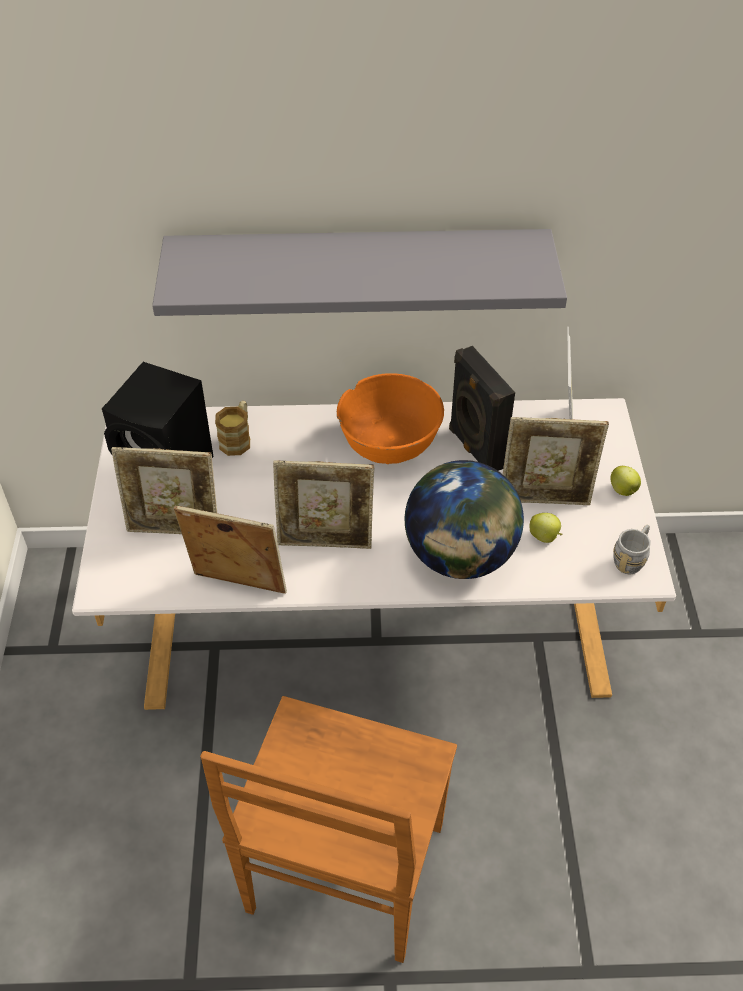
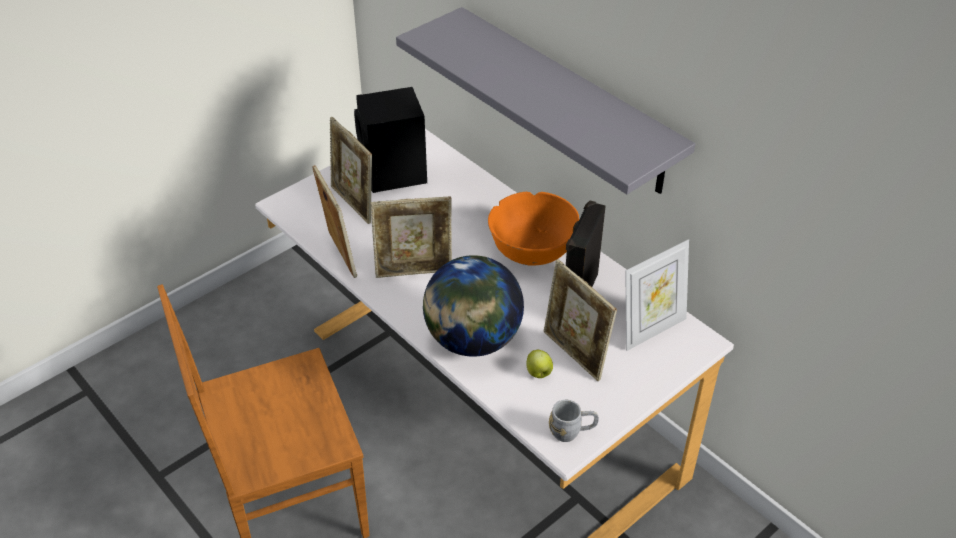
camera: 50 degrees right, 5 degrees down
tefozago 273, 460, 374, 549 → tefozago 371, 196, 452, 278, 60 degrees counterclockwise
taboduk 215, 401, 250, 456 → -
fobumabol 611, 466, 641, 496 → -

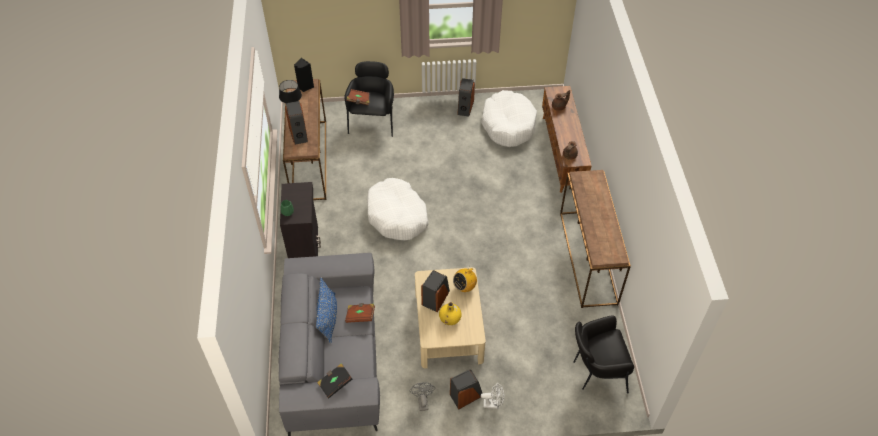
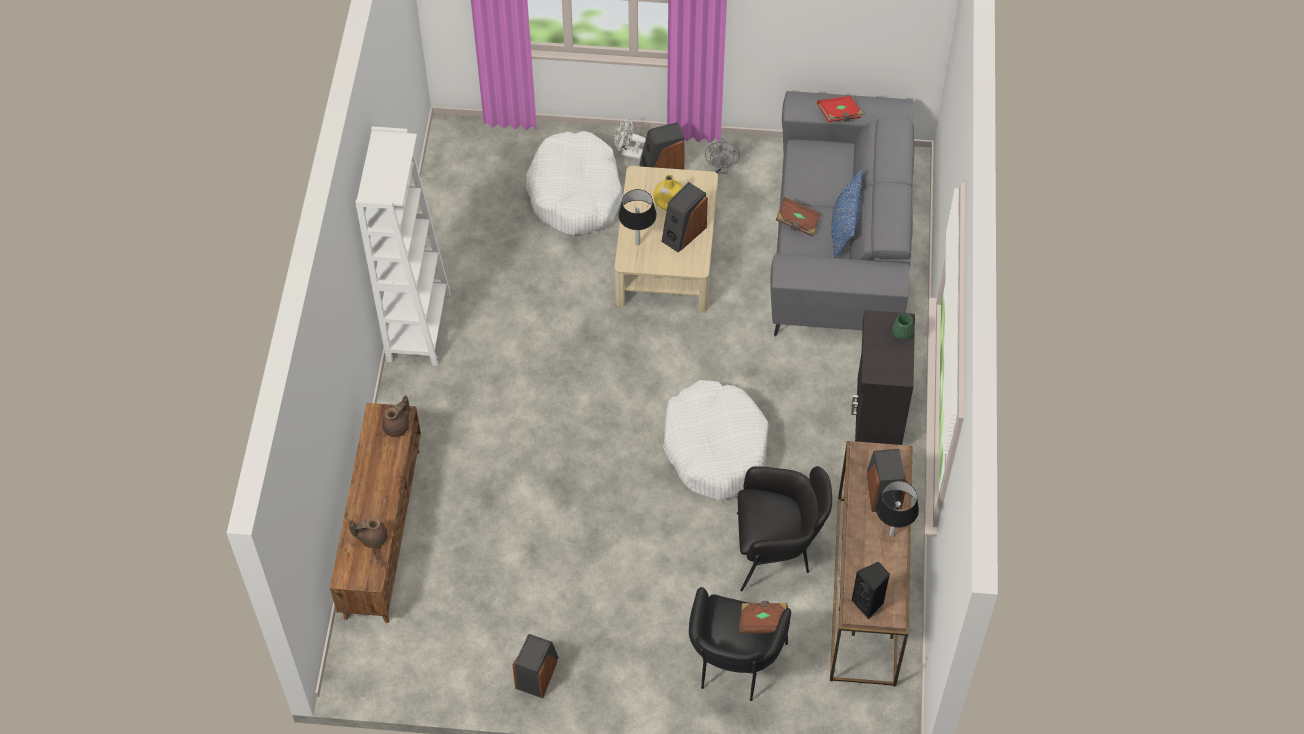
camera: 170 degrees left, 5 degrees up
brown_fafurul 560, 170, 631, 308 → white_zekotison 355, 126, 451, 366
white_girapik 481, 90, 537, 147 → white_girapik 525, 131, 623, 235, shifted
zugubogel 453, 264, 477, 292 → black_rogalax 618, 189, 657, 245
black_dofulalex 573, 315, 634, 393 → black_dofulalex 737, 466, 832, 591, shifted
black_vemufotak 317, 363, 353, 398 → red_vemufotak 817, 96, 863, 122

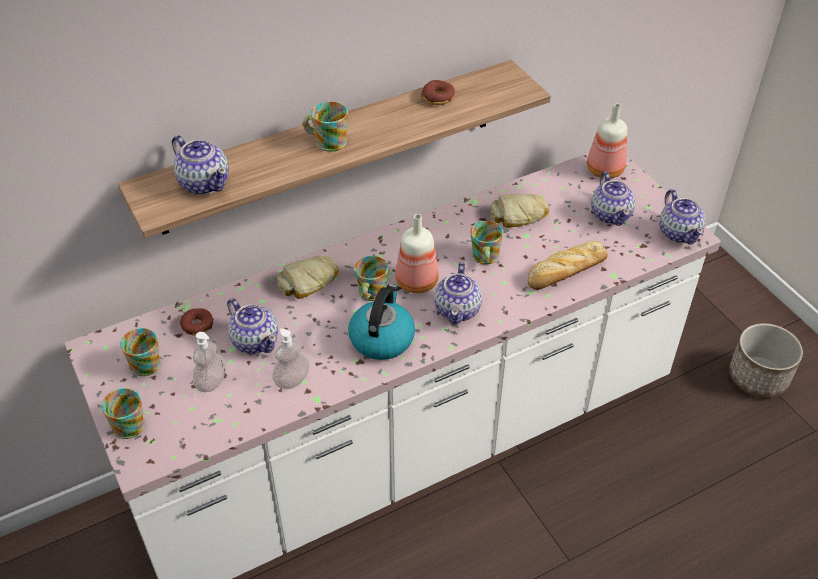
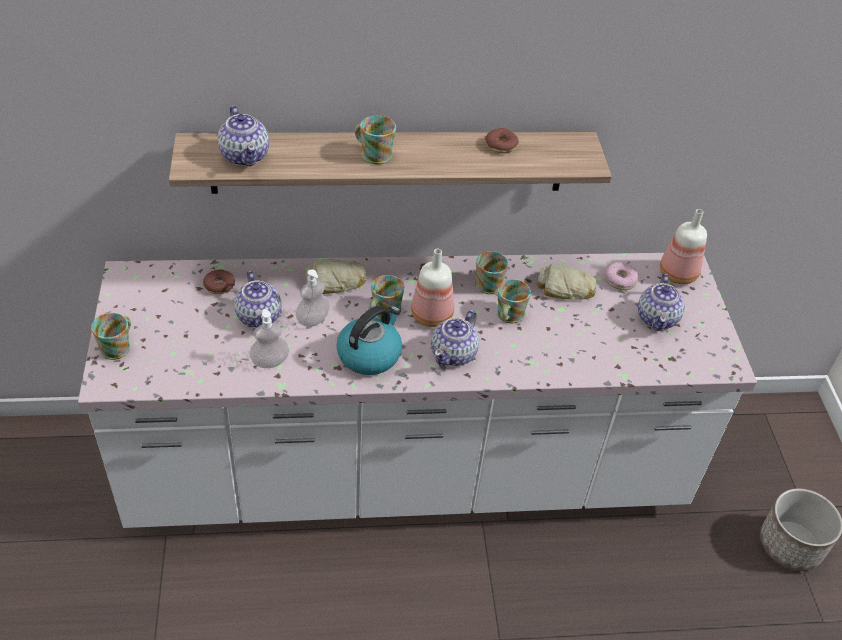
camera: 20 degrees right, 0 degrees up
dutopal 193, 332, 226, 392 → dutopal 296, 269, 330, 327, shifted
taboduk 120, 328, 161, 376 → taboduk 475, 251, 508, 294, shifted
- → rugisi 605, 262, 638, 290
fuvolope 528, 241, 608, 290 → -
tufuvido 659, 189, 705, 245 → -

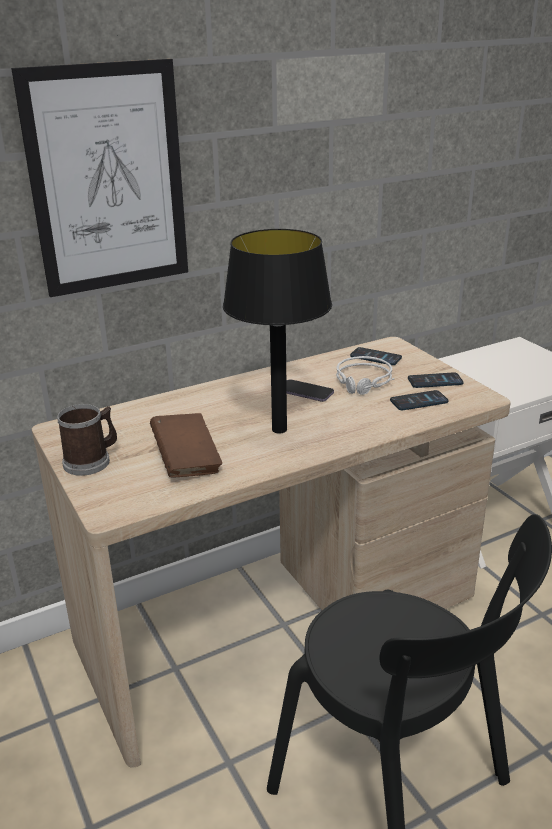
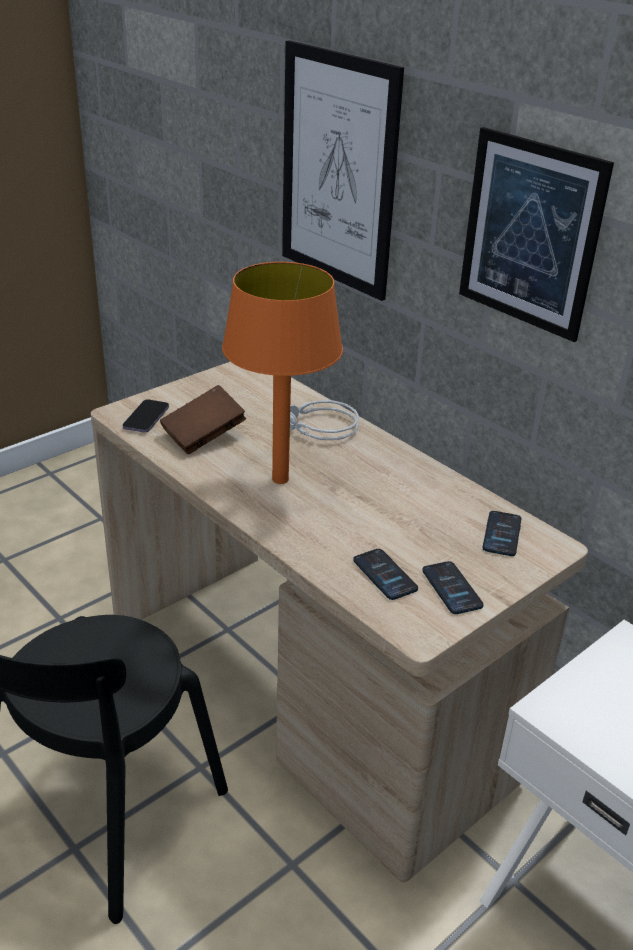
camera: 75 degrees right, 5 degrees up
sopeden 286, 379, 334, 402 → sopeden 123, 399, 169, 433, shifted
black_rogalax 223, 229, 332, 433 → orange_rogalax 222, 262, 343, 484
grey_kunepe 336, 356, 394, 395 → grey_kunepe 290, 400, 359, 440, shifted
- → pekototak 459, 127, 614, 342
taboduk 57, 404, 117, 476 → -

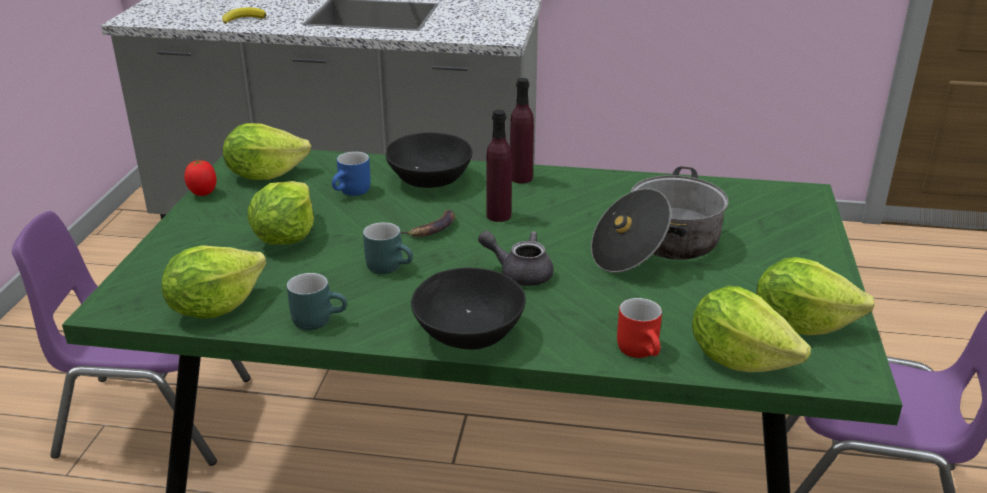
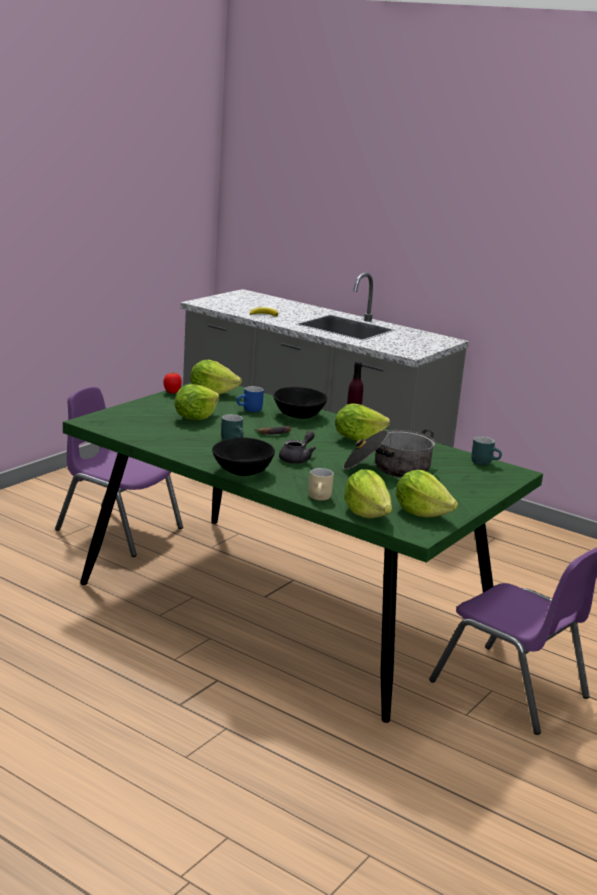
camera: 25 degrees right, 10 degrees down
grey_tufuvido 478, 230, 553, 286 → grey_tufuvido 279, 431, 316, 464, 75 degrees clockwise
red_taboduk 617, 298, 662, 358 → beige_taboduk 309, 468, 334, 501
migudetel 162, 245, 266, 319 → migudetel 335, 403, 390, 441, shifted
turquoise_taboduk 287, 273, 347, 330 → turquoise_taboduk 471, 436, 502, 465, shifted
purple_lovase 486, 110, 512, 222 → -

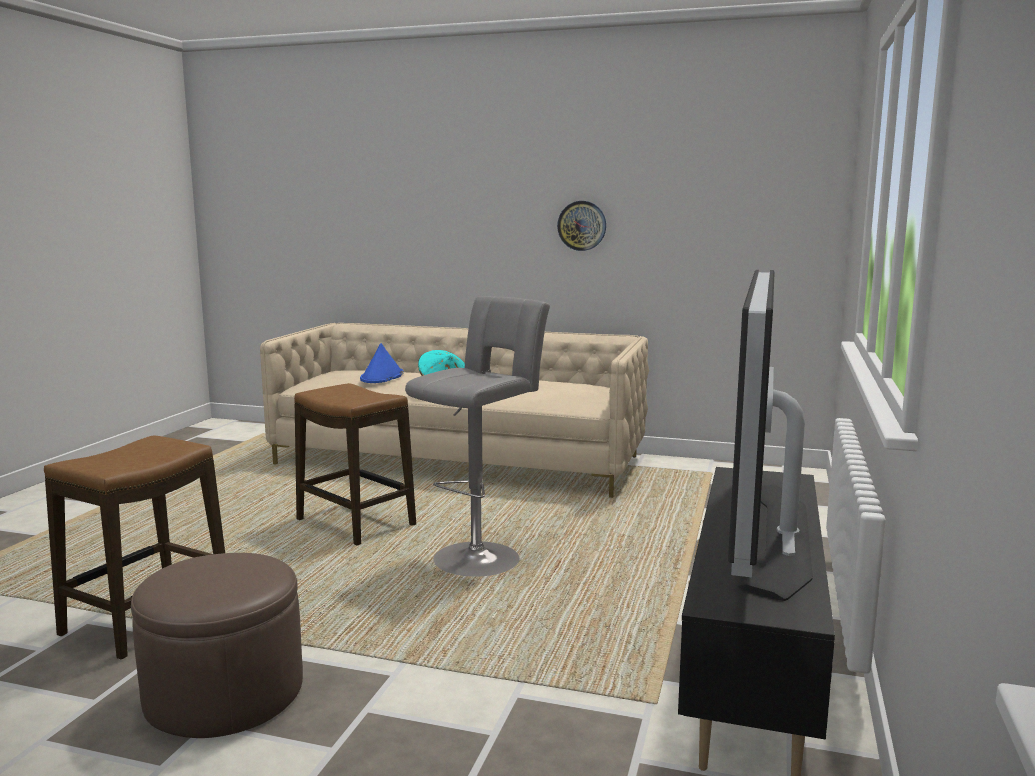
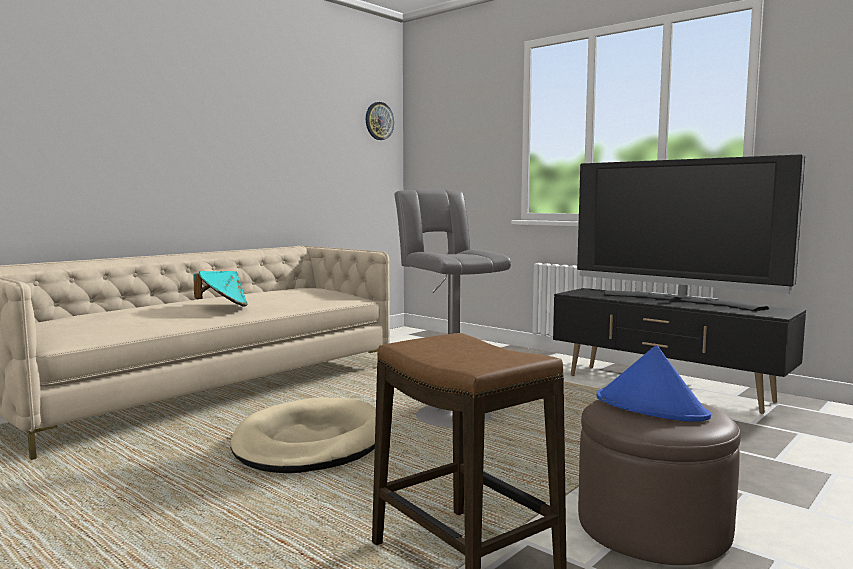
camera: 65 degrees left, 5 degrees down
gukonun 294, 383, 416, 545 → beige_girapik 230, 397, 376, 473
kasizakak 557, 201, 606, 251 → kasizakak 366, 102, 394, 140, shifted
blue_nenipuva 360, 343, 404, 383 → blue_nenipuva 597, 345, 711, 422, shifted

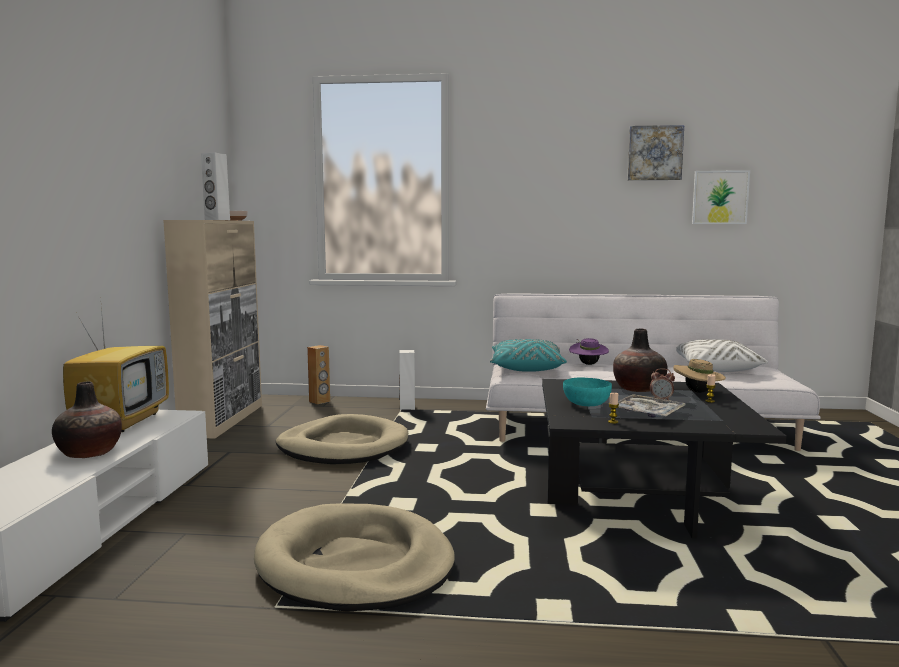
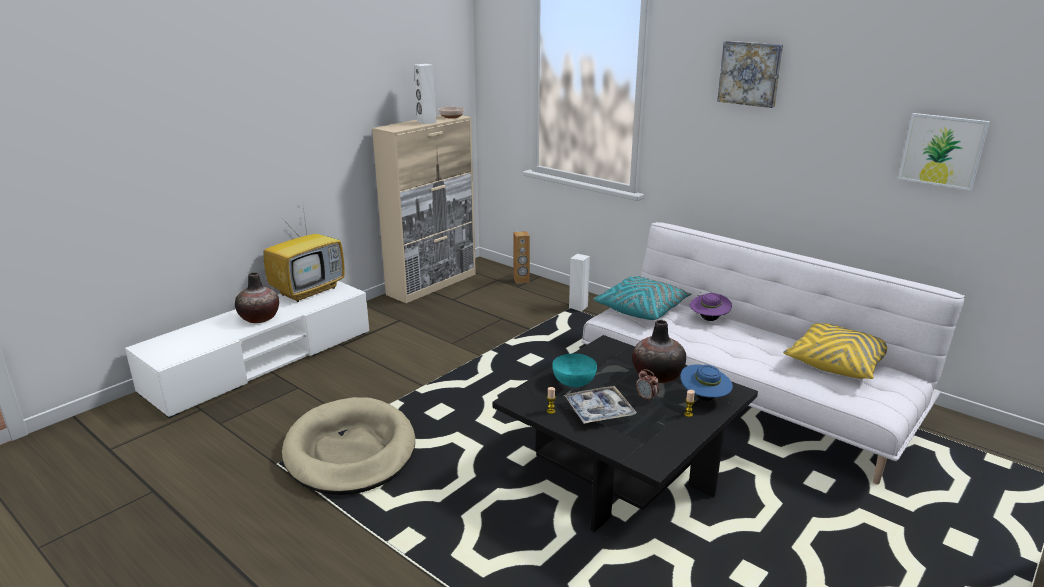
camera: 35 degrees right, 15 degrees up
beige_nenipuva 673, 359, 726, 393 → blue_nenipuva 680, 365, 733, 401
pekototak 627, 125, 684, 180 → pekototak 717, 41, 783, 108, shifted
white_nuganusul 676, 339, 768, 372 → yellow_nuganusul 783, 323, 887, 379
beige_girapik 276, 414, 408, 464 → -

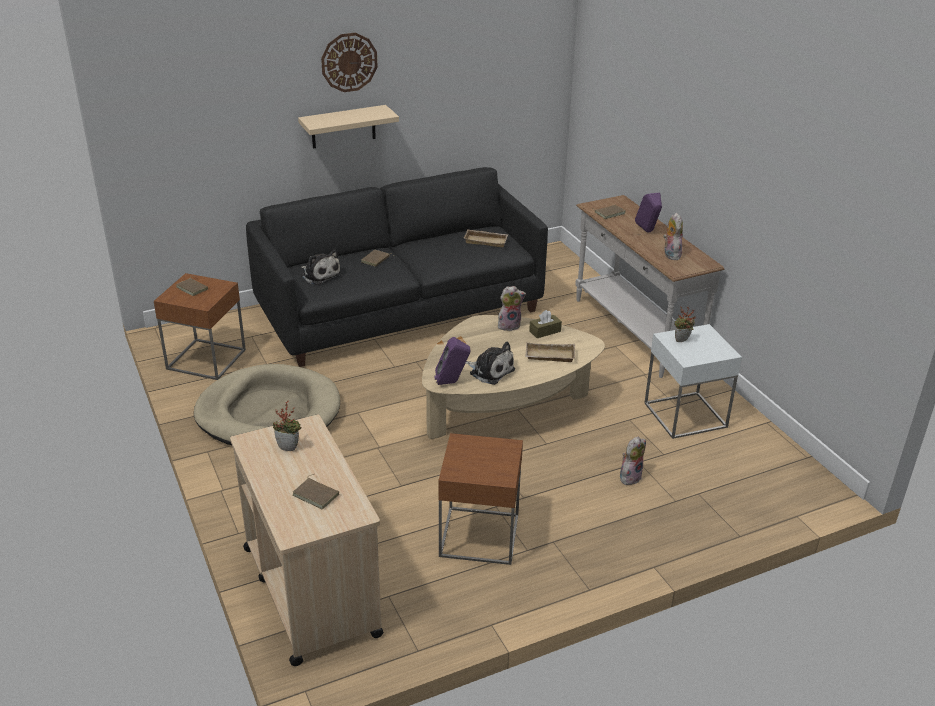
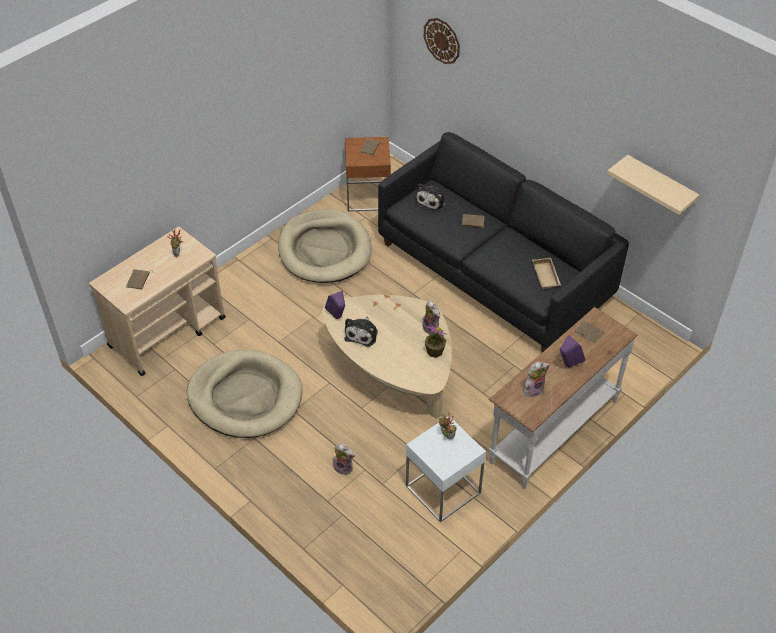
camera: 70 degrees right, 15 degrees up
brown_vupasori 438, 433, 523, 565 → beige_girapik 187, 350, 302, 438
kasizakak 321, 33, 377, 92 → kasizakak 424, 18, 460, 64, shifted
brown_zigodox 529, 310, 562, 338 → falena 425, 325, 447, 358
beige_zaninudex 298, 105, 399, 149 → beige_zaninudex 607, 155, 700, 215, shifted
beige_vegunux 525, 342, 576, 362 → -

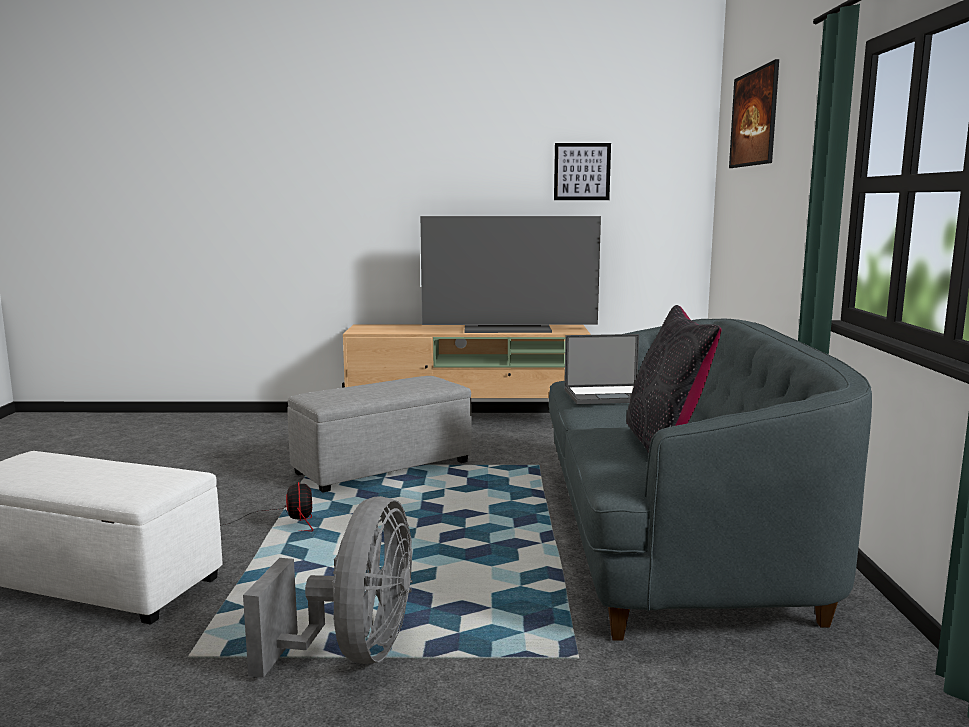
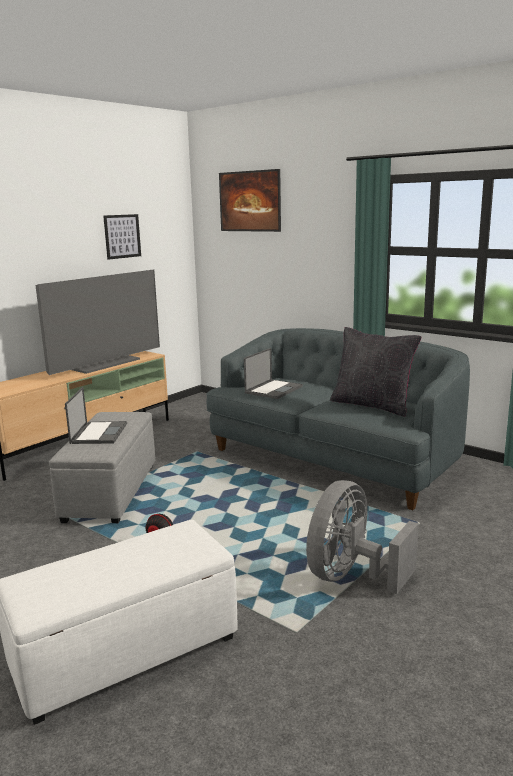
camera: 50 degrees left, 5 degrees up
- → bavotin 65, 387, 127, 444
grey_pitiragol 243, 496, 413, 678 → grey_pitiragol 306, 480, 419, 594, 105 degrees counterclockwise

